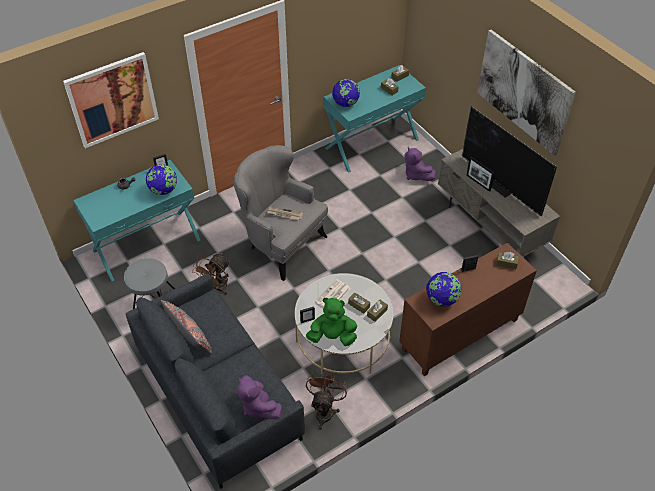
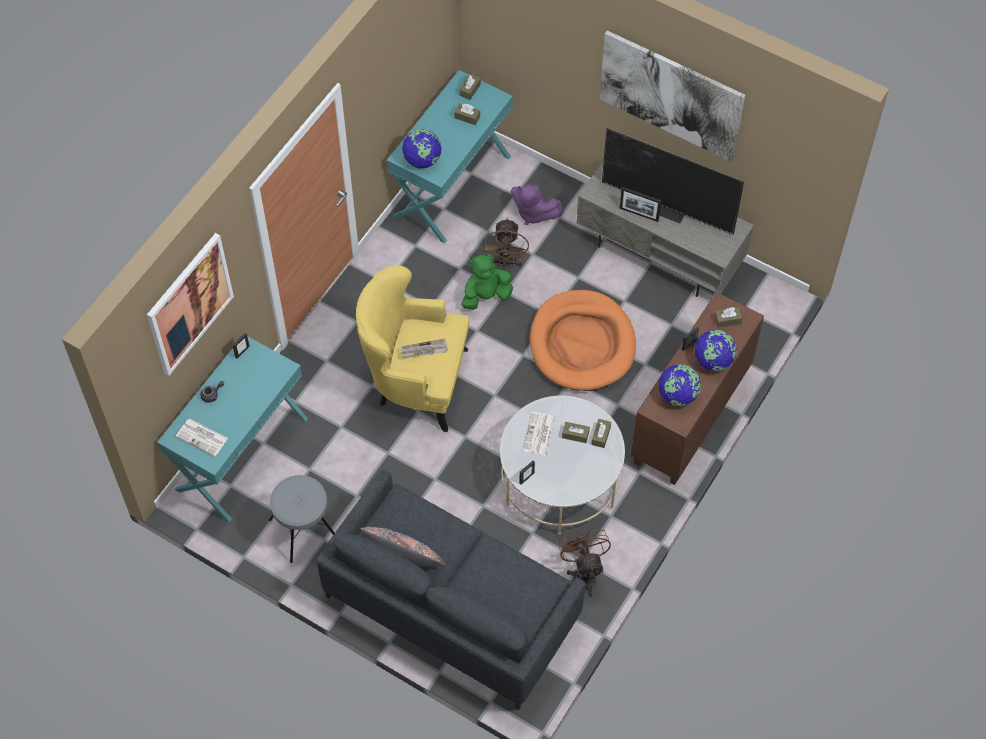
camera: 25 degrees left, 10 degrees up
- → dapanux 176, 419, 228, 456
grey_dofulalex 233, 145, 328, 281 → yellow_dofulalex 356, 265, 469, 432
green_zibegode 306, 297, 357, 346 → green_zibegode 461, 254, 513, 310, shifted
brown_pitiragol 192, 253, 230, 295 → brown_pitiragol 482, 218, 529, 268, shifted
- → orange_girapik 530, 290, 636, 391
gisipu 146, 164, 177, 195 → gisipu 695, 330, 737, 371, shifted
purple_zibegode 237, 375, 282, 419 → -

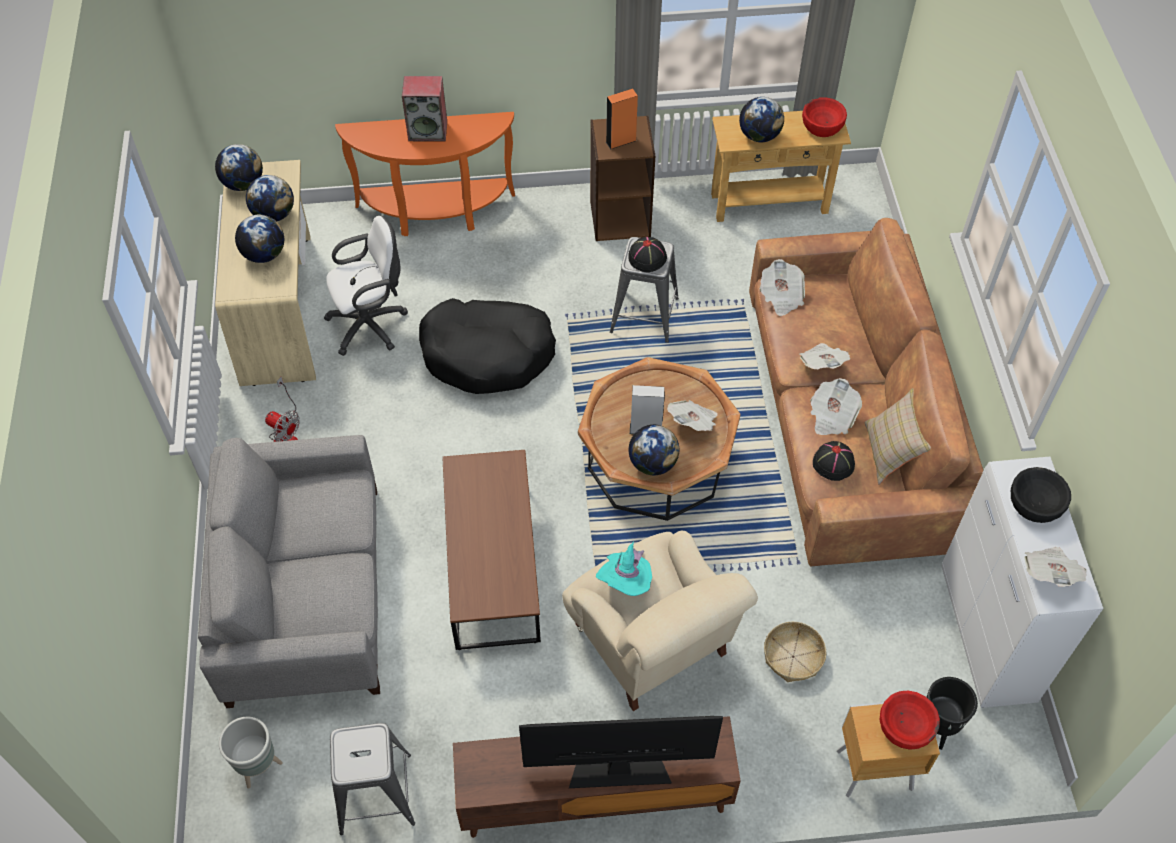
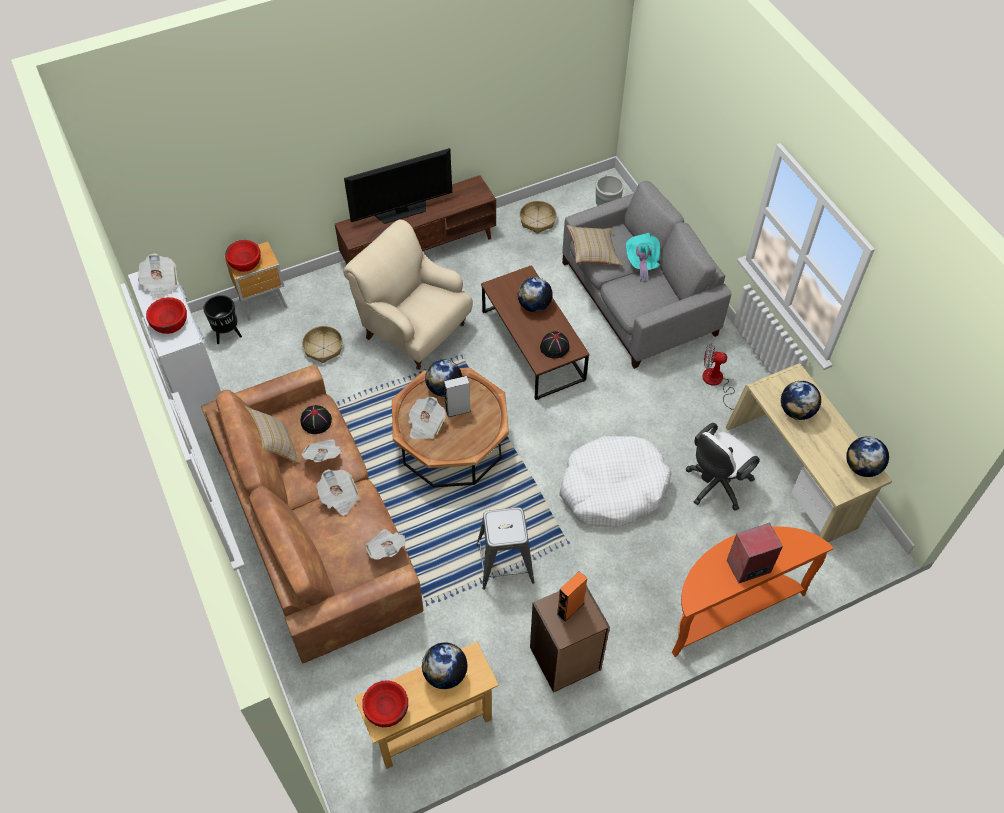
camera: 160 degrees right, 0 degrees up
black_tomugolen 1011, 467, 1071, 523 → red_tomugolen 146, 297, 187, 334
gisipu 246, 175, 294, 221 → gisipu 518, 277, 553, 312, shifted
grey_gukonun 330, 723, 415, 835 → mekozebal 519, 201, 557, 234
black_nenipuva 628, 237, 667, 272 → black_nenipuva 540, 331, 570, 359, shifted
black_girapik 419, 298, 556, 394 → white_girapik 559, 436, 671, 527
- → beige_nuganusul 567, 225, 623, 266
turquoise_nenipuva 596, 542, 652, 596 → turquoise_nenipuva 626, 233, 660, 282, shifted

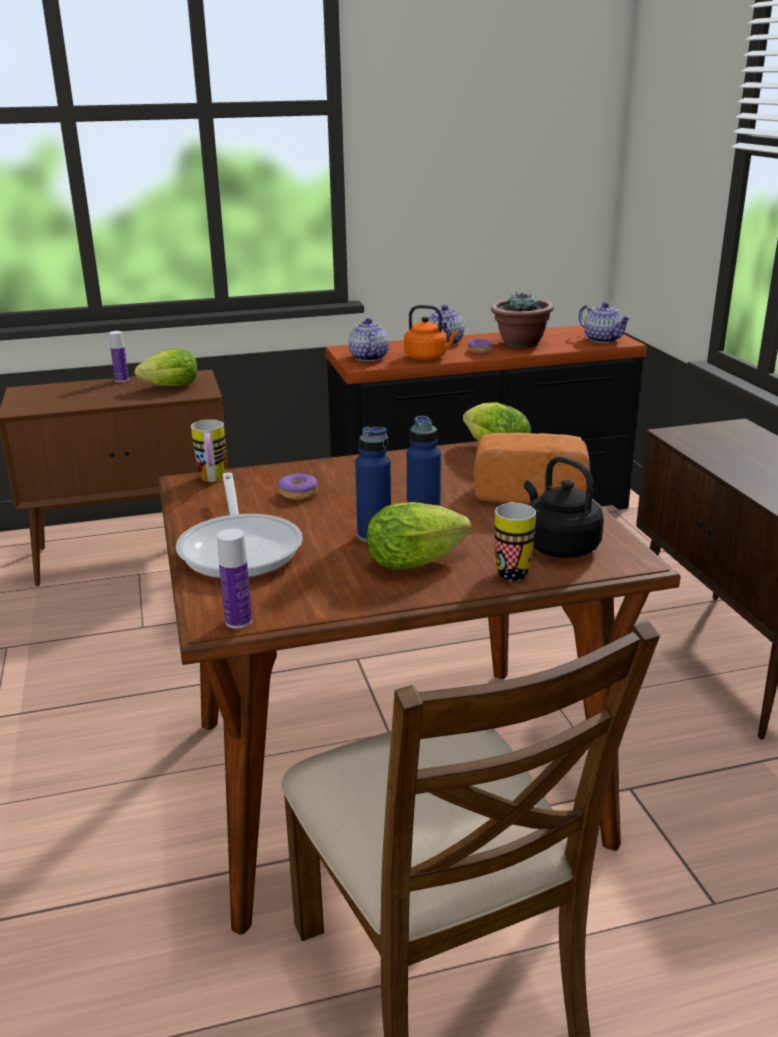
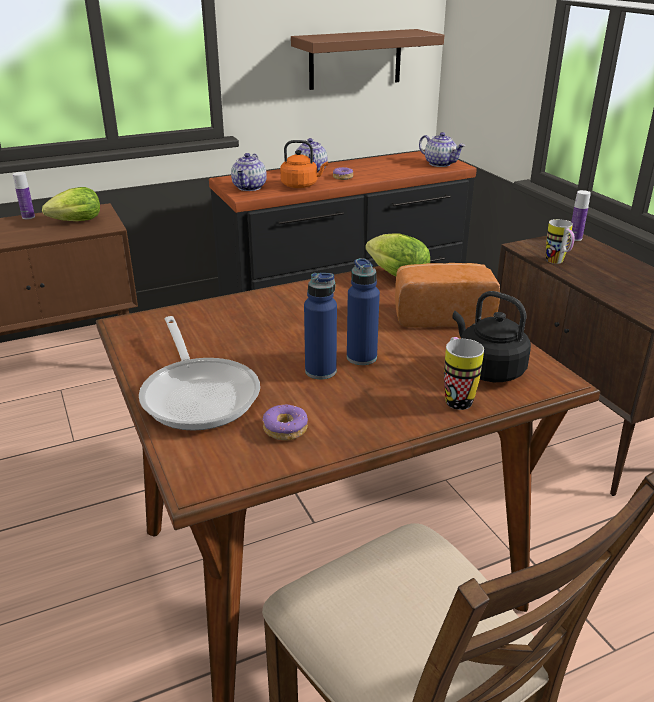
camera: 10 degrees left, 5 degrees up
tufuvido 348, 318, 389, 362 → tufuvido 231, 153, 267, 191, 150 degrees counterclockwise
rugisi 278, 473, 317, 500 → rugisi 263, 405, 308, 440, shifted
- → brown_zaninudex 291, 29, 444, 90
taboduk 191, 419, 226, 482 → taboduk 546, 219, 575, 264, shifted
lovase 217, 529, 252, 629 → lovase 570, 190, 591, 241, shifted
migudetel 367, 502, 471, 570 → -
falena 491, 292, 554, 348 → -

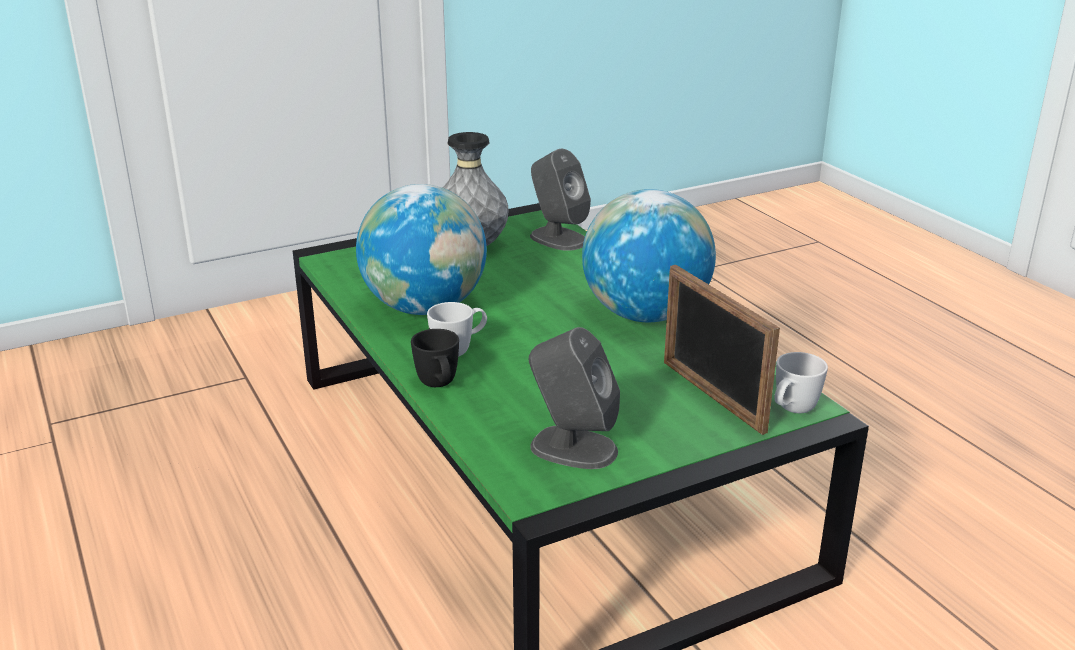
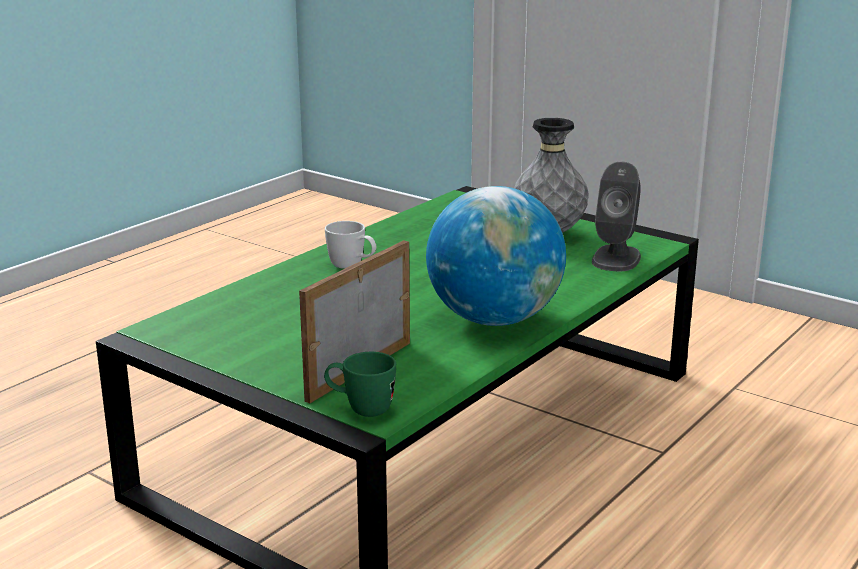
camera: 65 degrees right, 5 degrees down
white_taboduk 775, 352, 828, 413 → green_taboduk 324, 352, 396, 417
gisipu 356, 184, 487, 315 → -
black_taboduk 411, 329, 459, 387 → -
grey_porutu 529, 327, 620, 469 → -

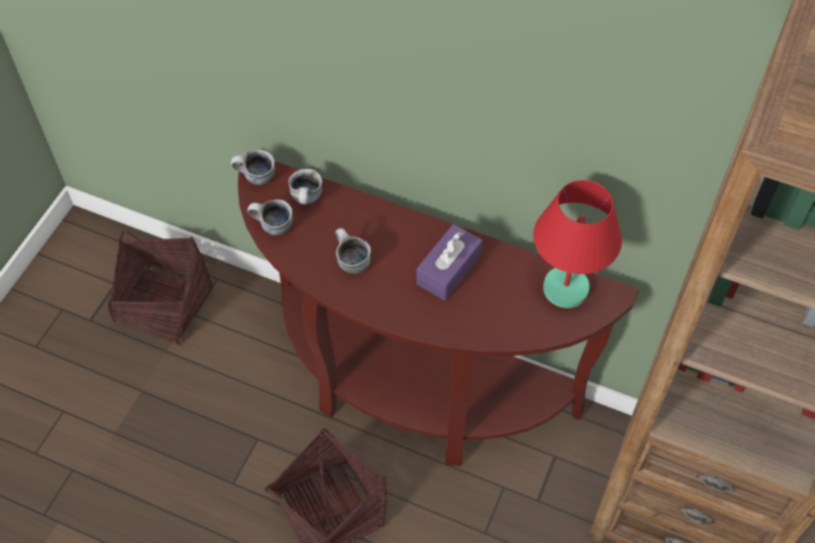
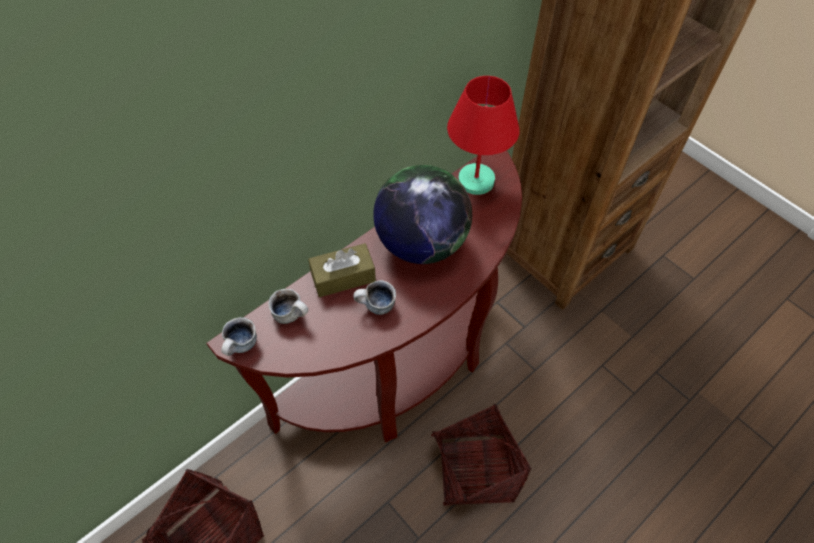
camera: 65 degrees left, 0 degrees up
- → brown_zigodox 308, 243, 376, 297
purple_zigodox 416, 224, 482, 301 → gisipu 373, 165, 472, 264
taboduk 248, 200, 293, 235 → -

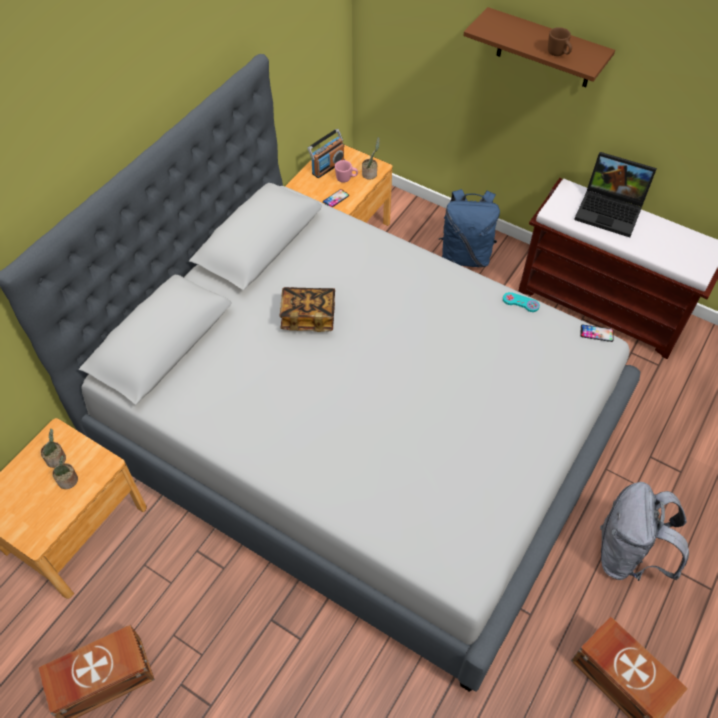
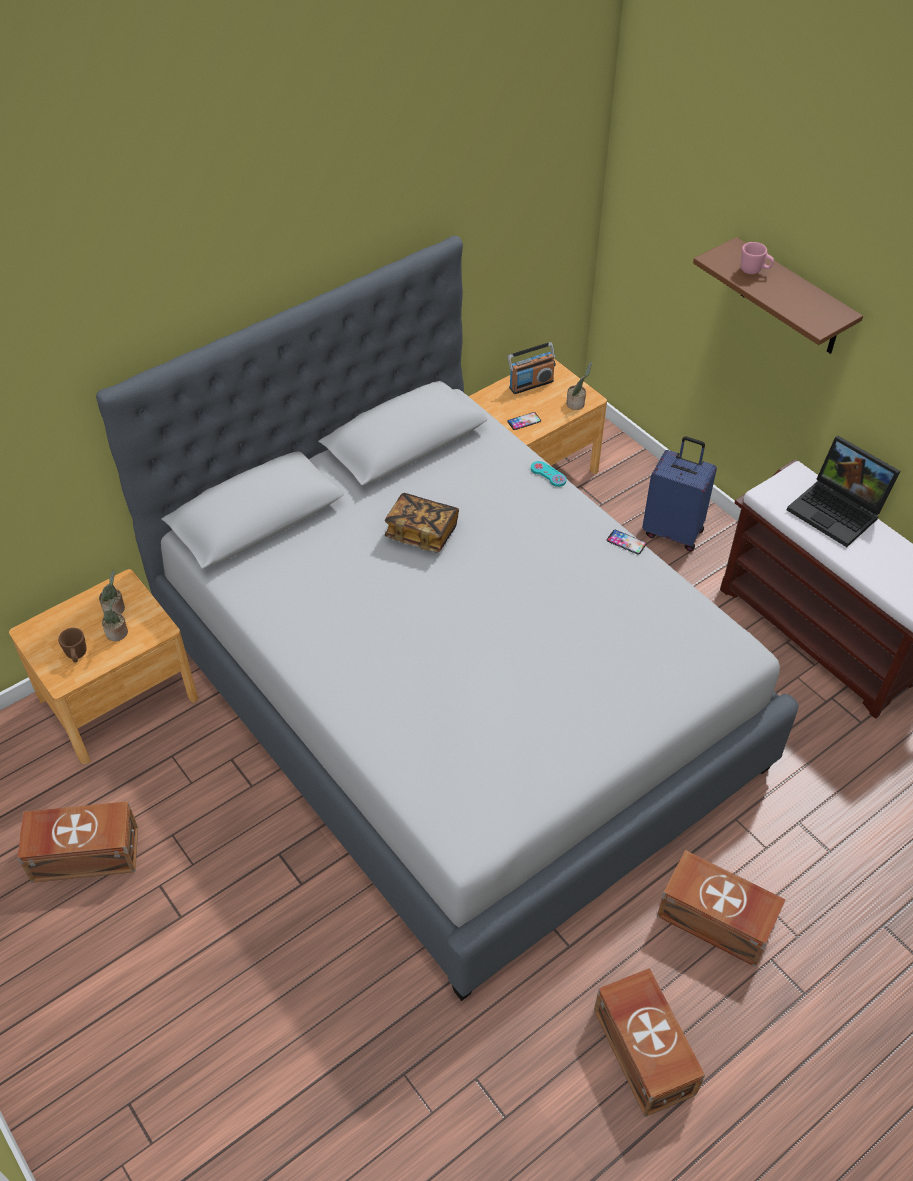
camera: 20 degrees right, 5 degrees down
brown_taboduk 548, 27, 572, 56 → brown_taboduk 58, 628, 87, 663, shifted
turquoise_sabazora 503, 292, 540, 312 → turquoise_sabazora 531, 461, 567, 487, shifted
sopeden 580, 325, 614, 342 → sopeden 607, 530, 646, 554, shifted
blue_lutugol 439, 189, 500, 267 → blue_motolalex 642, 436, 717, 552
grey_lutugol 600, 482, 689, 581 → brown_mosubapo 657, 850, 786, 967
pink_taboduk 335, 160, 358, 183 → pink_taboduk 741, 242, 774, 274, shifted

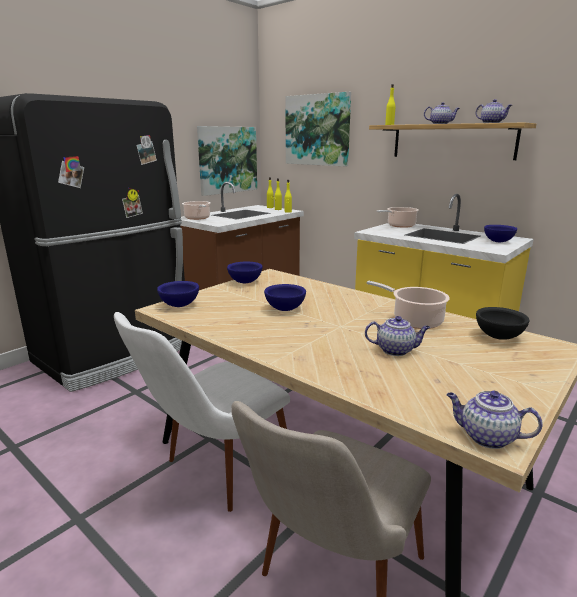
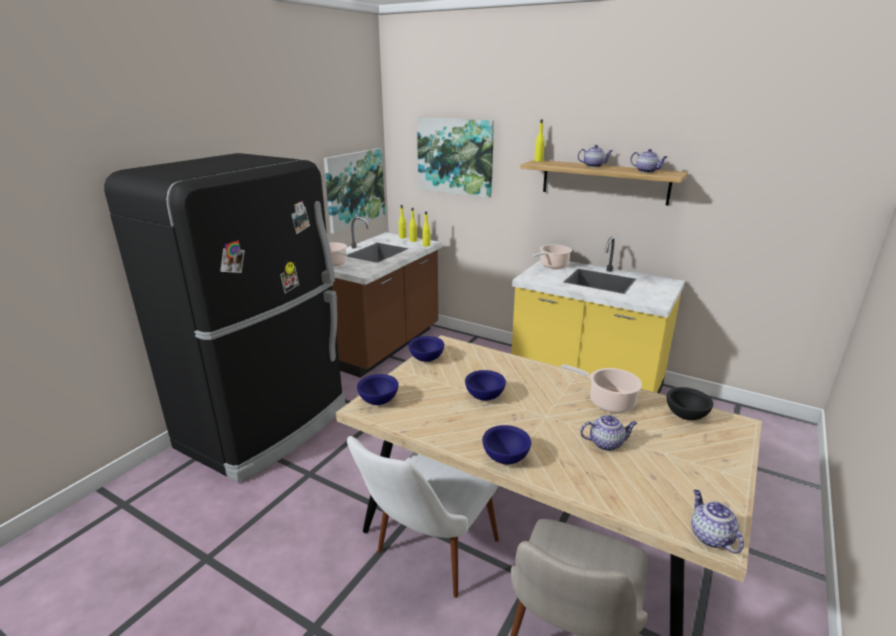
camera: 10 degrees left, 5 degrees up
blue_tomugolen 484, 225, 517, 242 → blue_tomugolen 482, 425, 531, 464, shifted
tufuvido 446, 391, 543, 449 → tufuvido 691, 489, 744, 554, 60 degrees clockwise

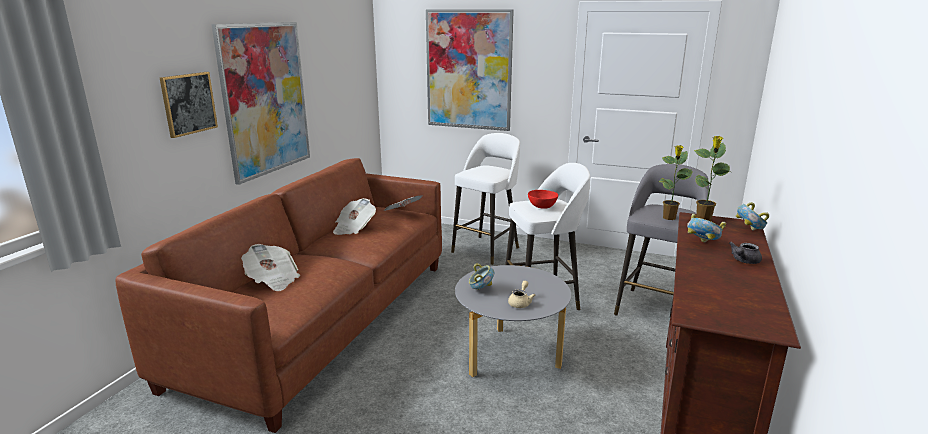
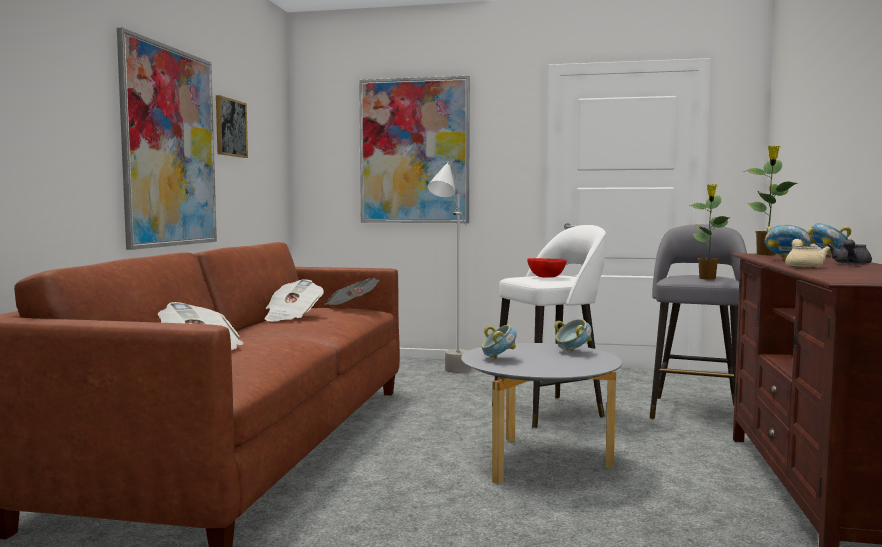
camera: 10 degrees left, 15 degrees down
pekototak 160, 72, 218, 138 → pekototak 216, 95, 248, 158, shifted
white_gukonun 451, 133, 520, 265 → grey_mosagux 427, 162, 471, 373
- → tomugolen 554, 319, 592, 353
beige_tufuvido 508, 281, 535, 308 → beige_tufuvido 785, 239, 830, 268, shifted

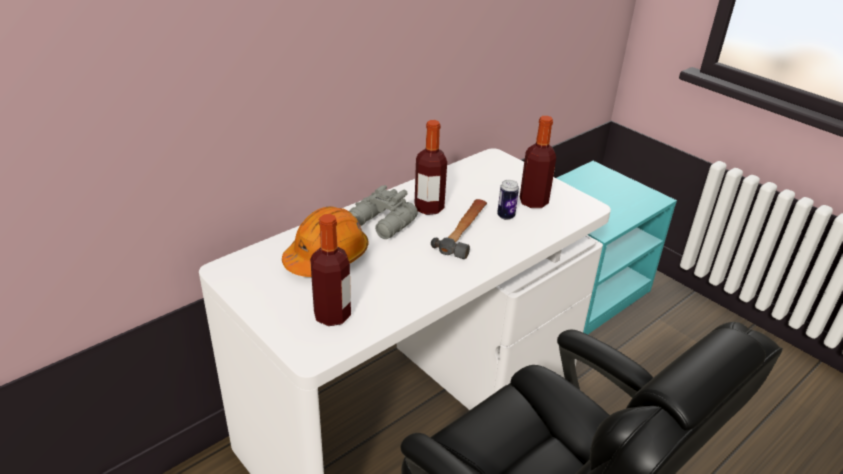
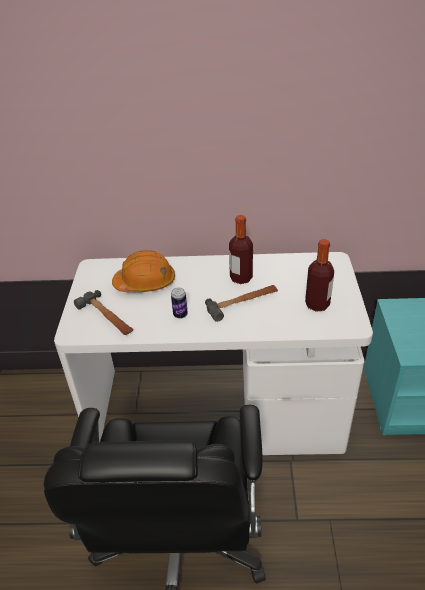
camera: 45 degrees right, 5 degrees up
lovase 310, 214, 351, 326 → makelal 74, 290, 133, 335
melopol 497, 180, 519, 220 → melopol 171, 288, 188, 319, shifted
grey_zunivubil 349, 185, 418, 239 → -

